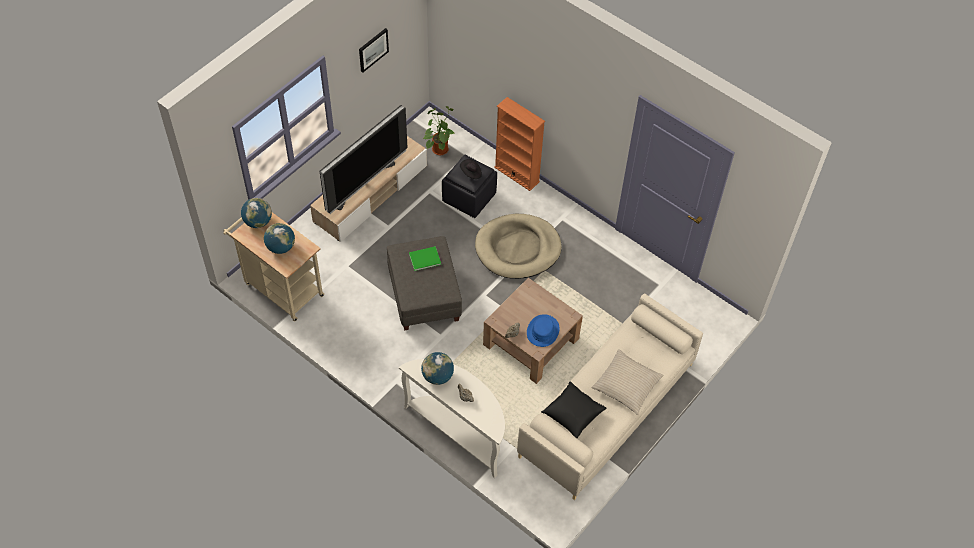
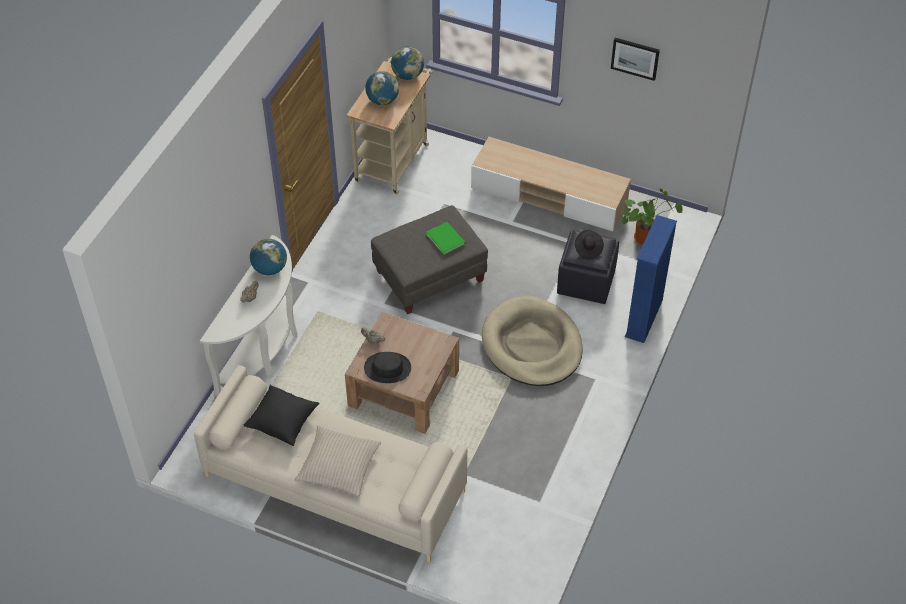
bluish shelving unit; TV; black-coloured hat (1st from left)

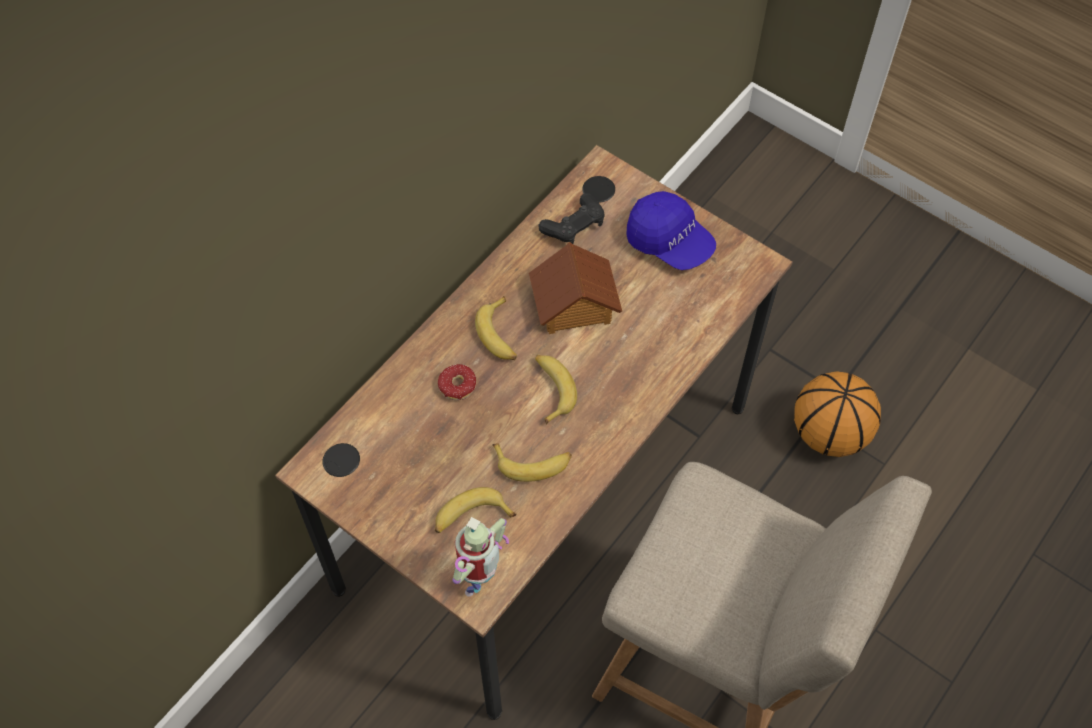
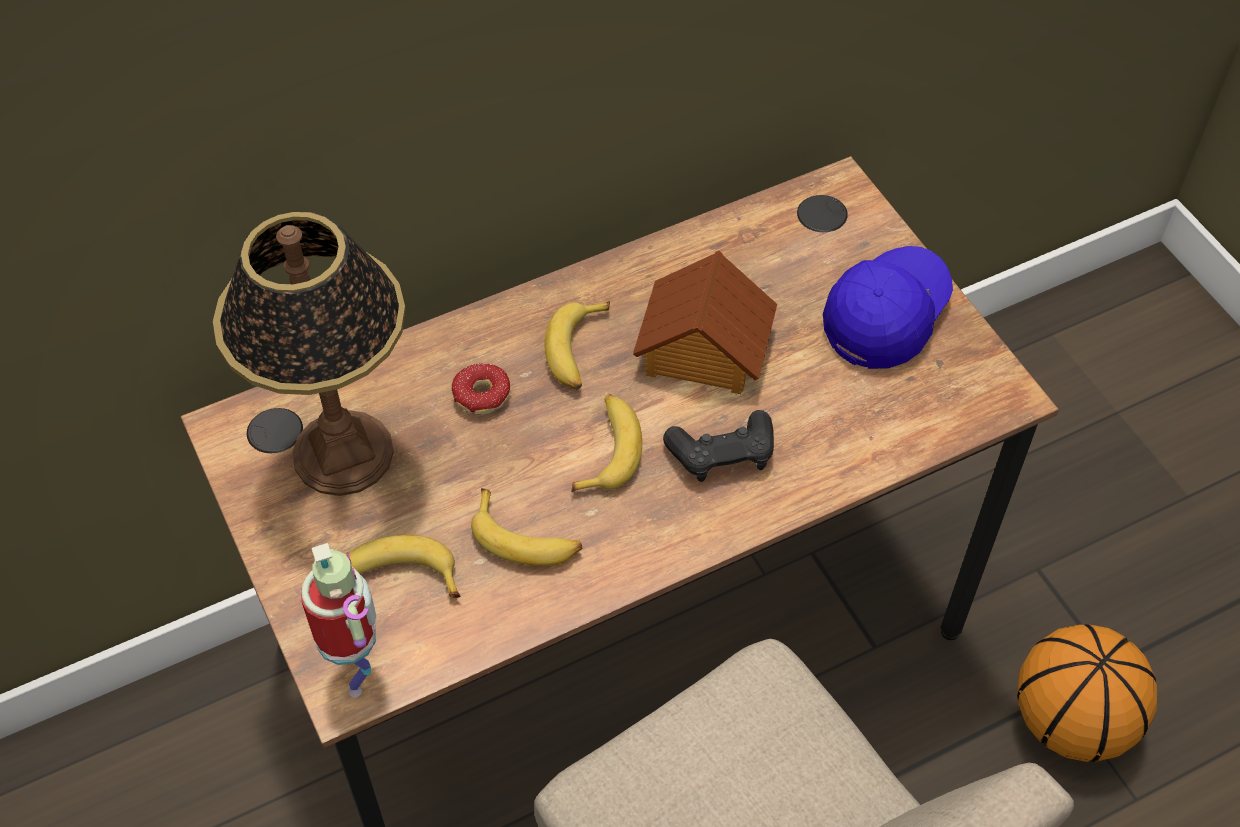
bluish peaked cap; black-coloured gamepad; robot figure; tabletop lamp

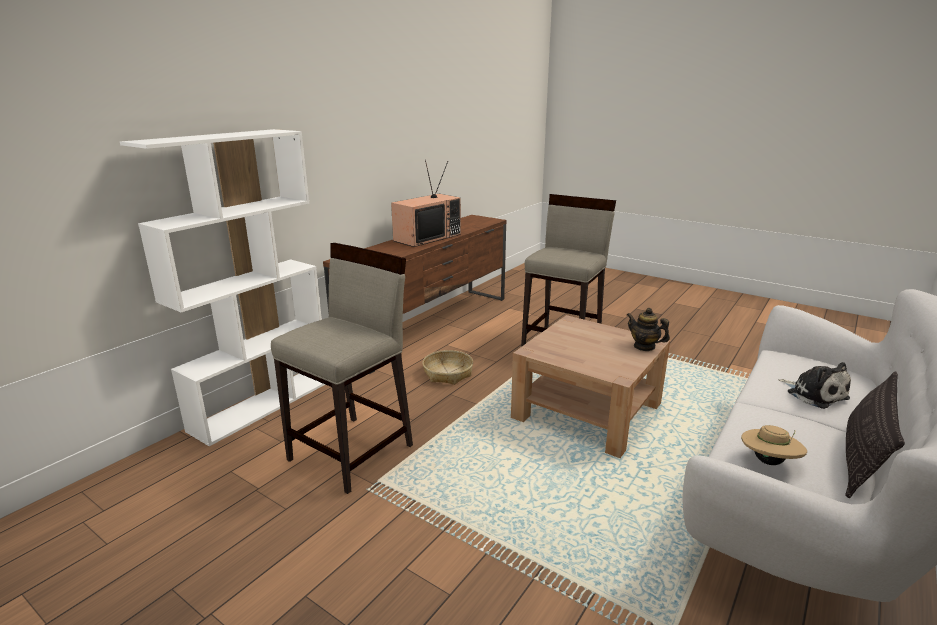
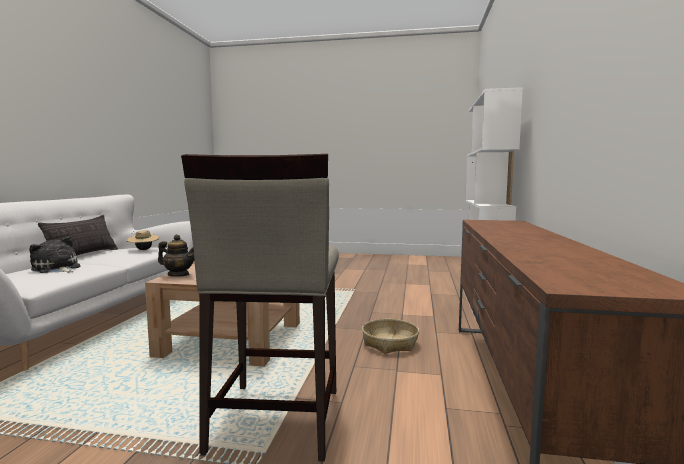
TV; sand-coloured stool (1st from left in the first image)

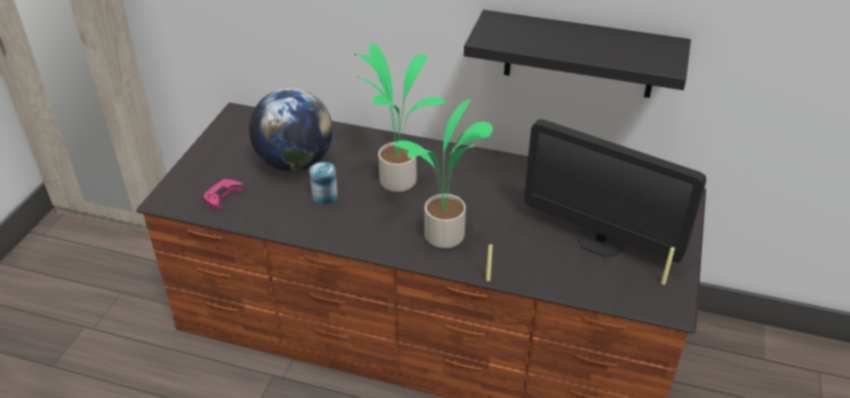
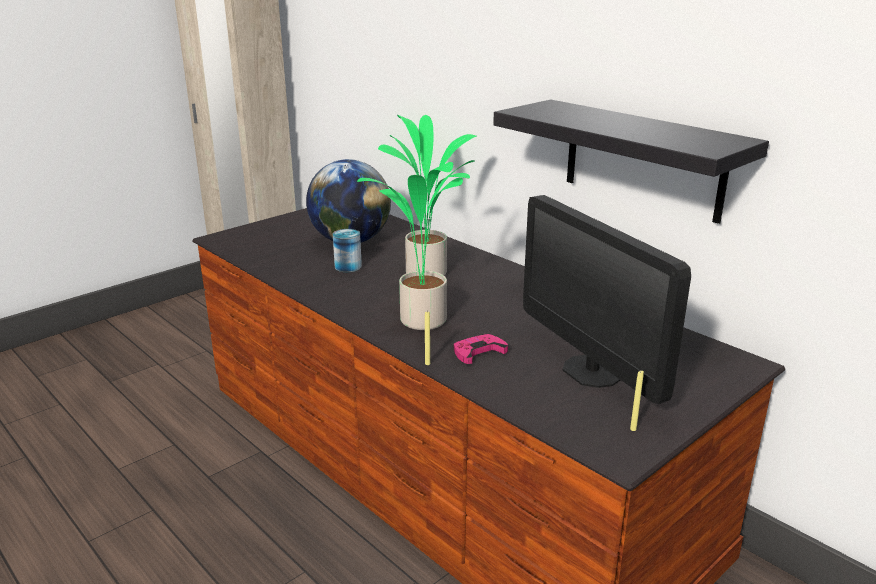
pink gamepad

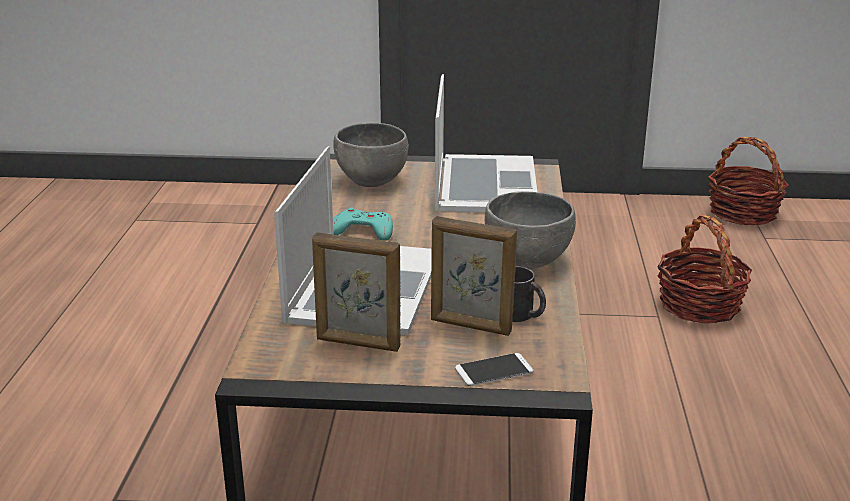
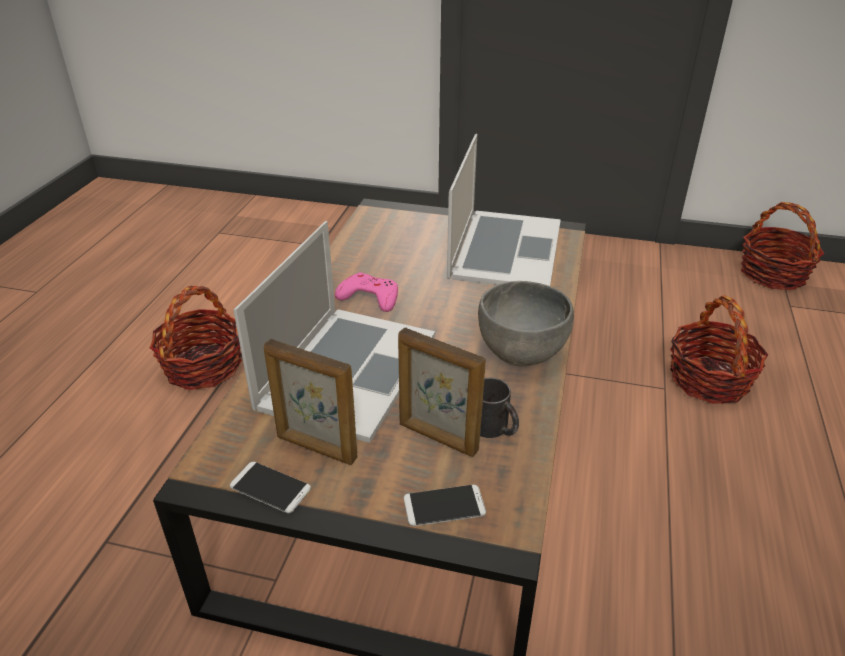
greyish serving bowl (1st from left in the first image); pink gamepad; household basket (1st from left); telephone (1st from left)

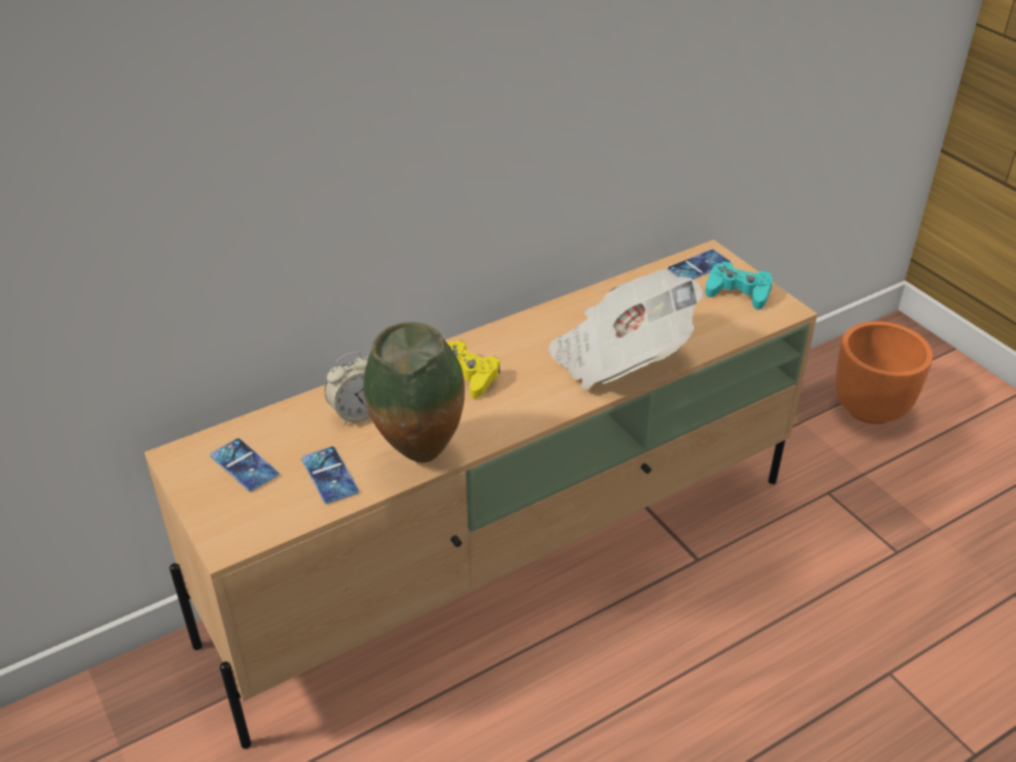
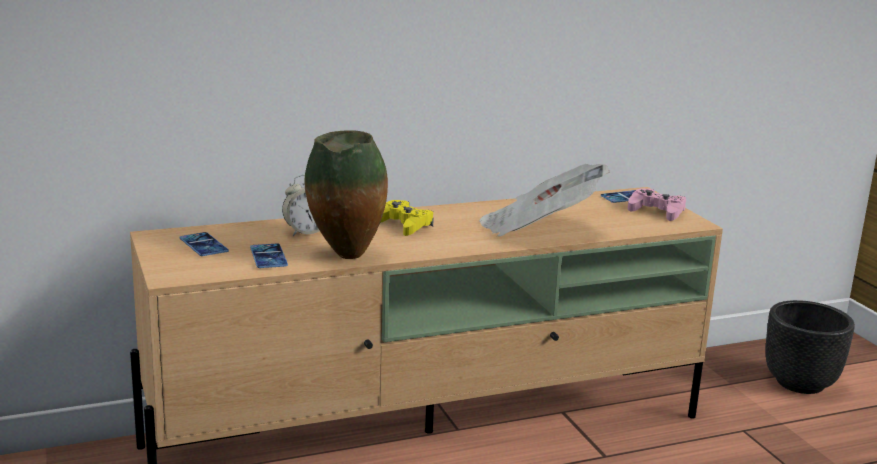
pink gamepad; black-coloured plant pot

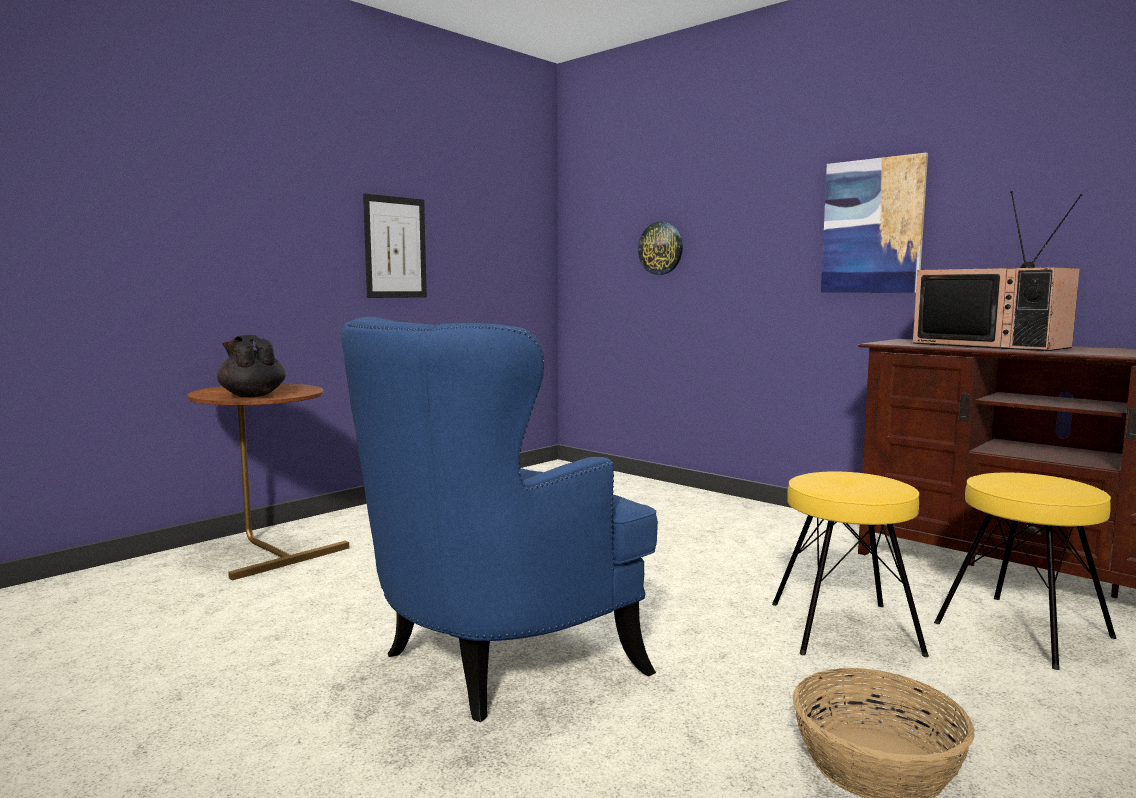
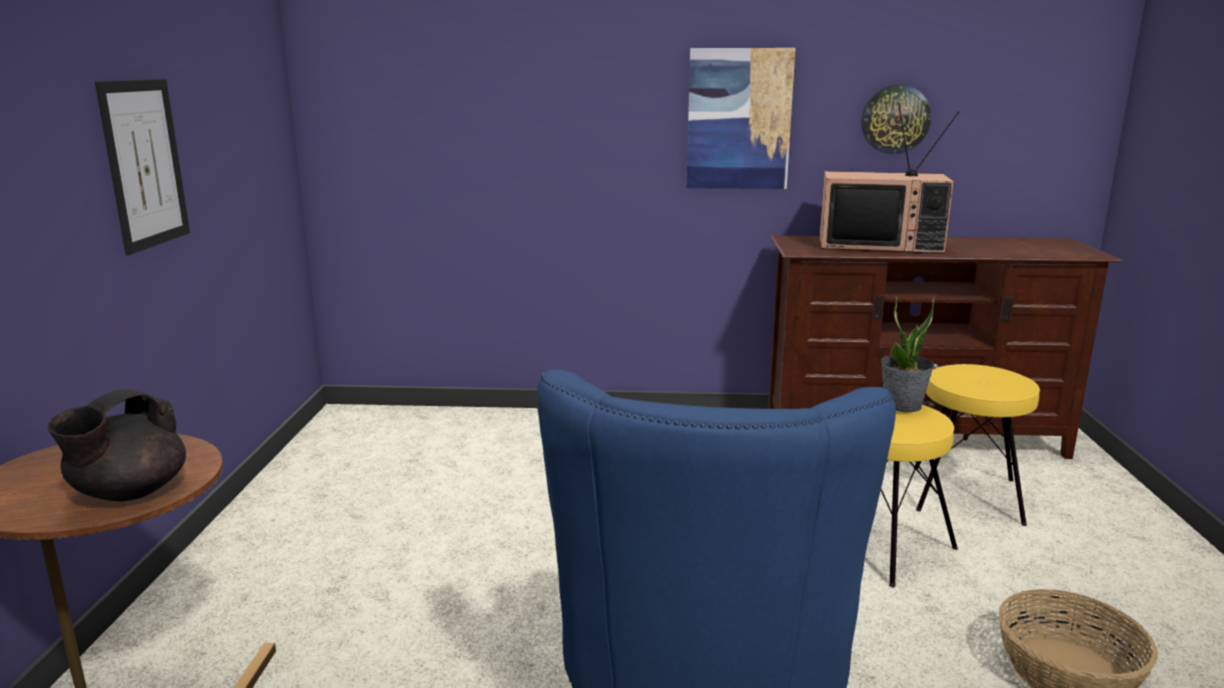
wall clock; black-coloured pot for tea; houseplant

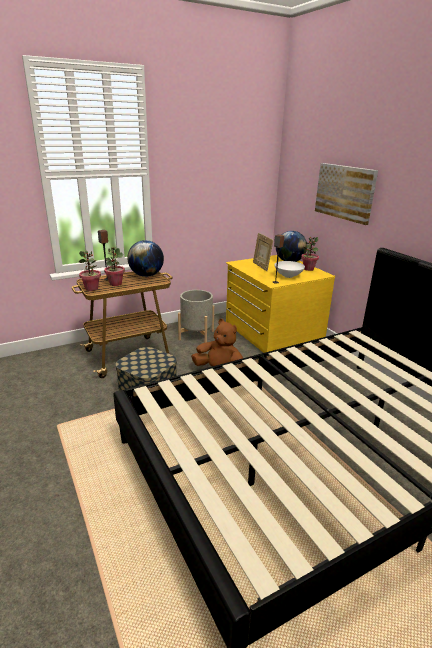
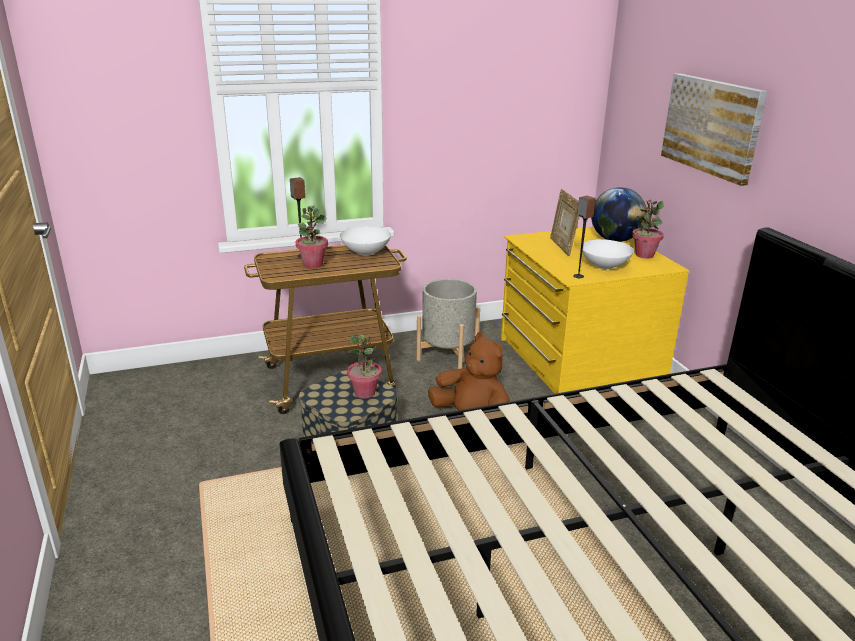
white-coloured serving bowl (1st from left); houseplant (2nd from left)

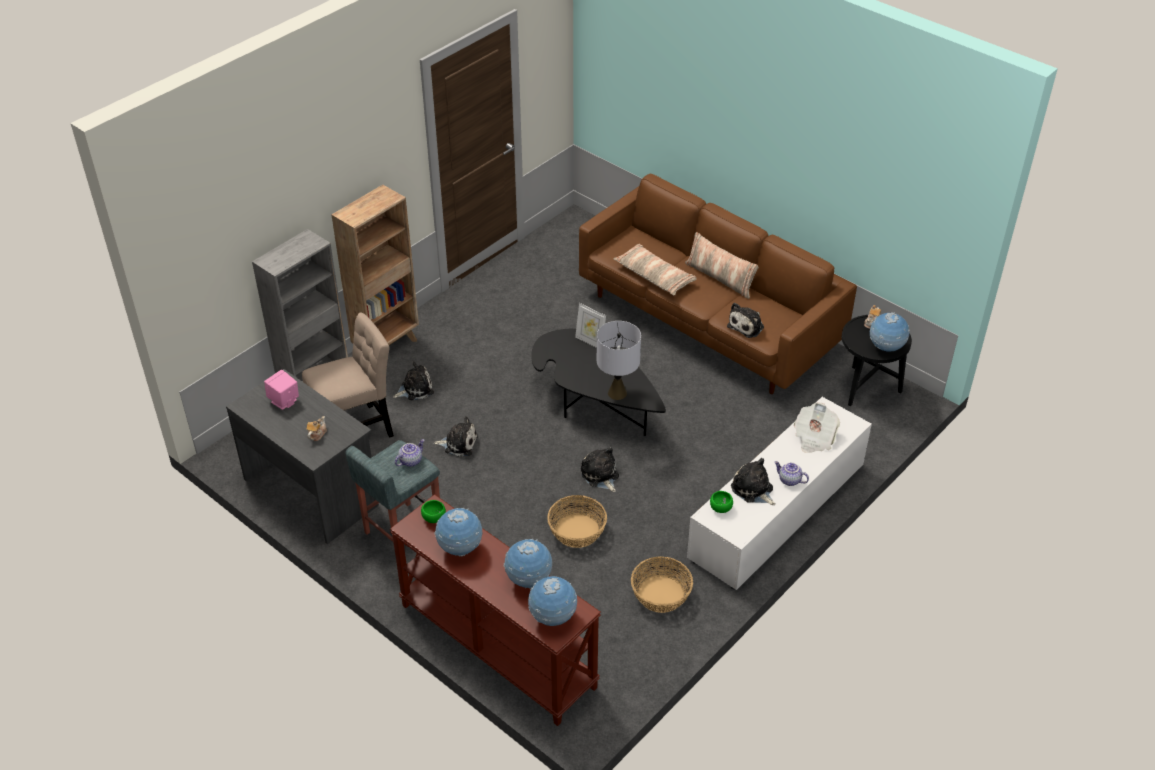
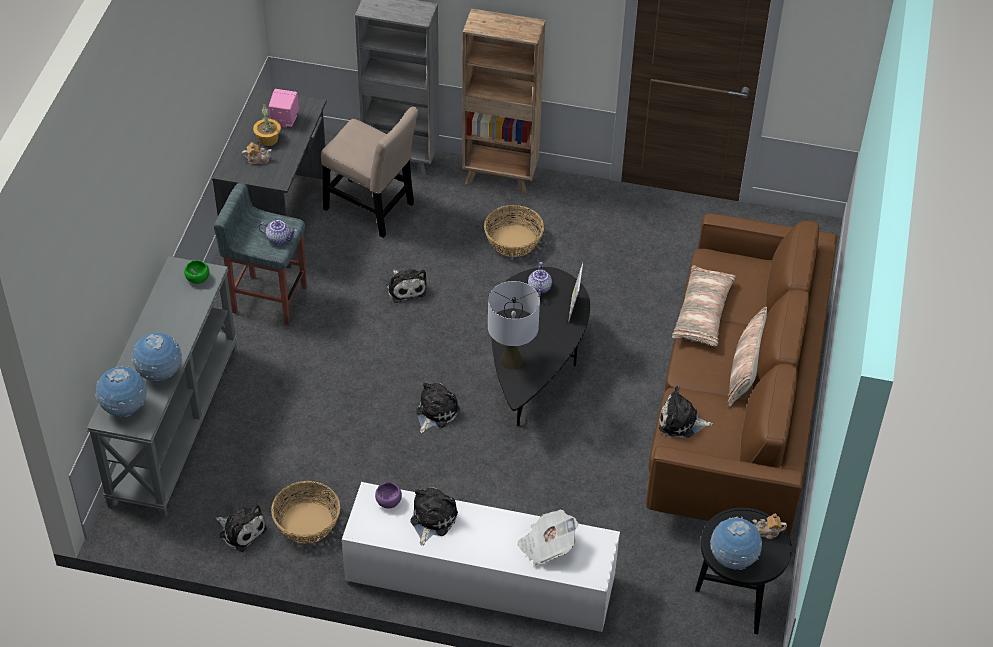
soft toy (1st from left); pot for tea (3rd from left); purple-coloured serving bowl; greyish narrow table; household basket (2nd from left); world globe (1st from left in the first image); houseplant

